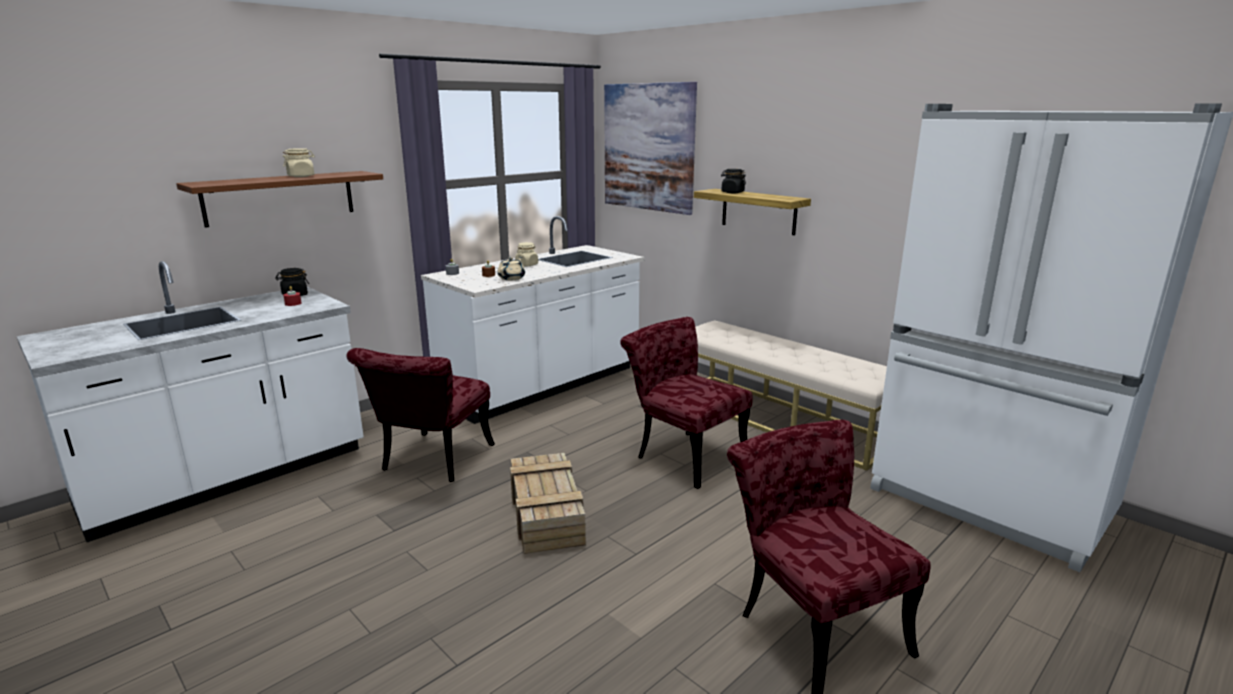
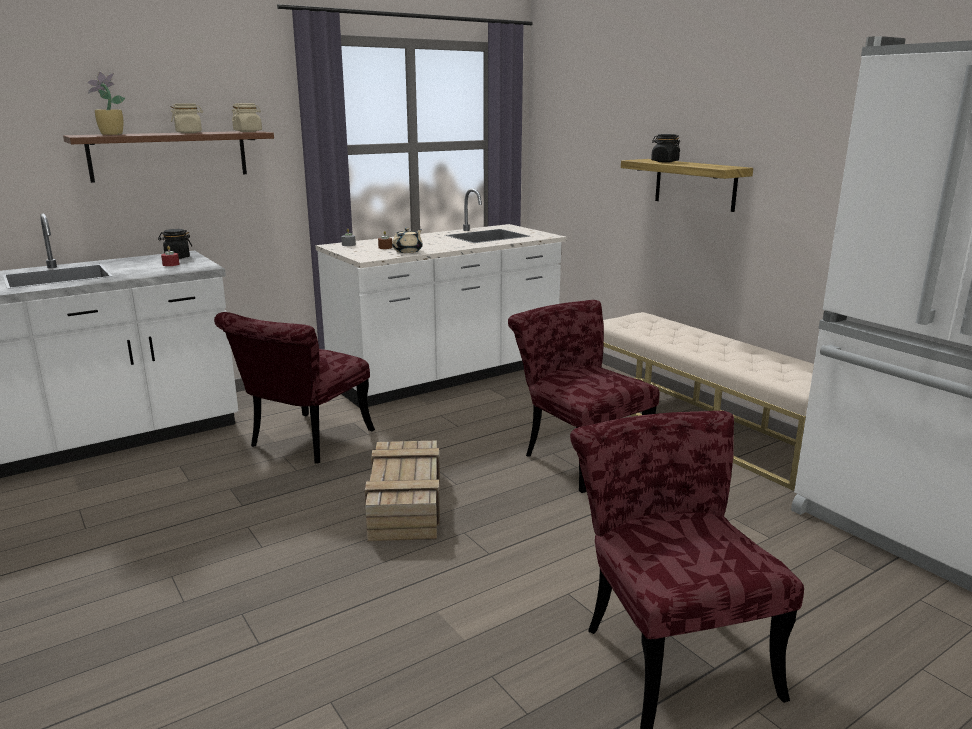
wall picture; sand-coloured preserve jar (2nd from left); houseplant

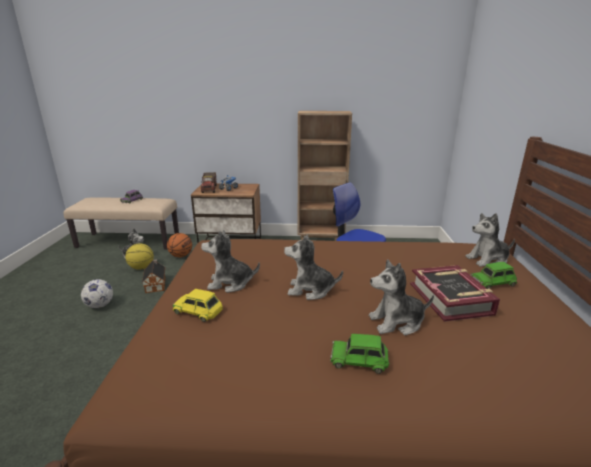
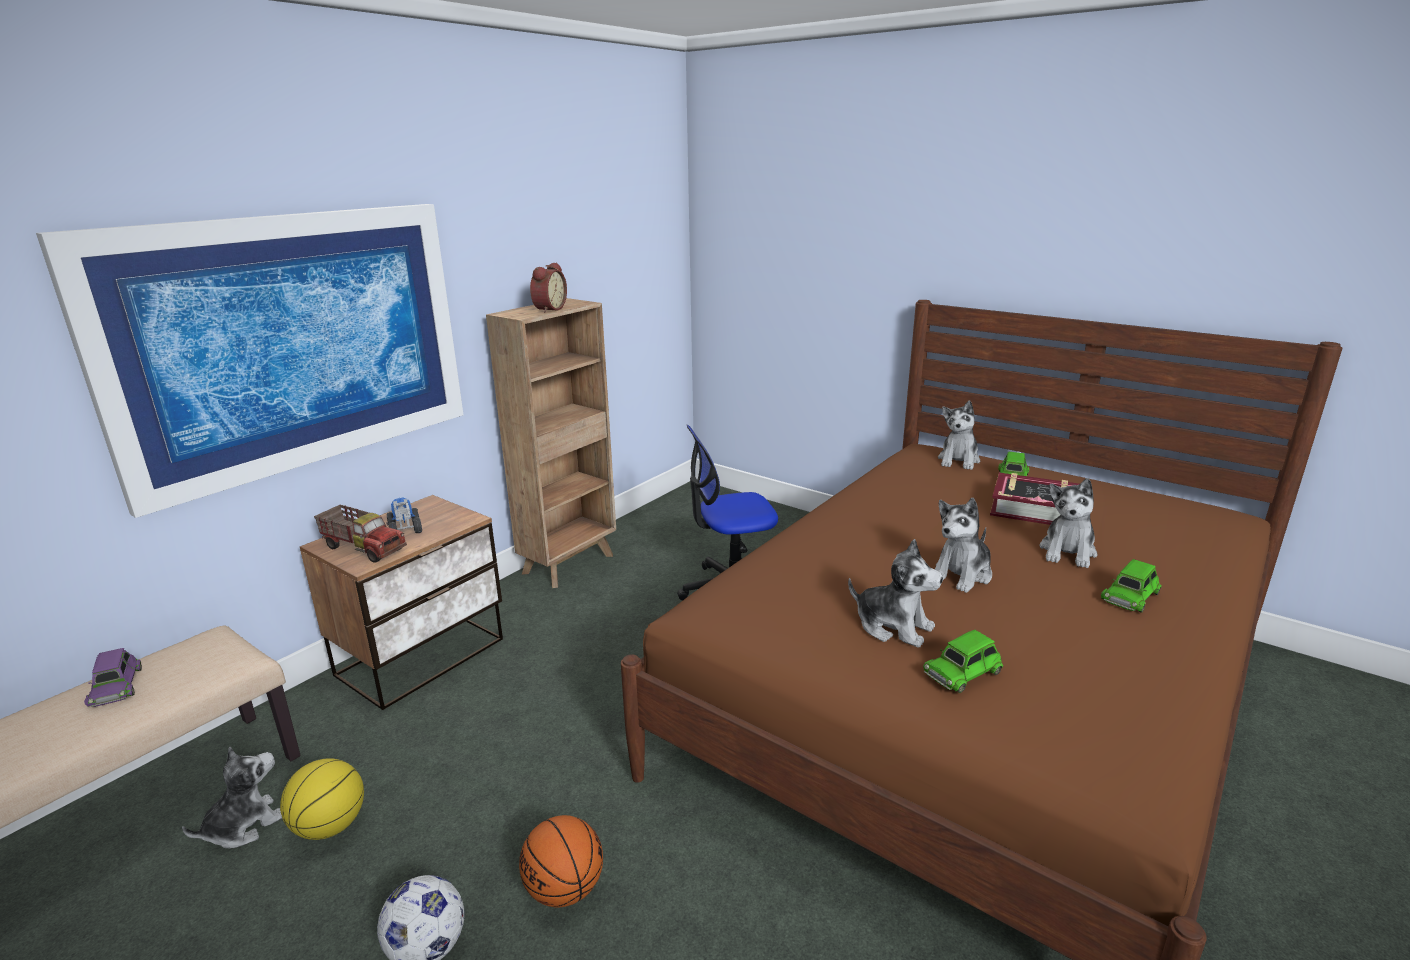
soft toy (2nd from left); ball for basketball (2nd from left); model house; green-coloured toy car (1st from left); wall picture; alarm clock

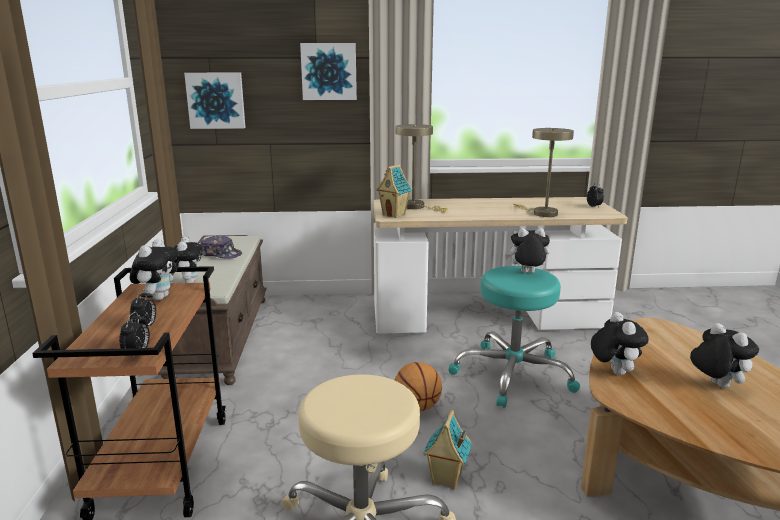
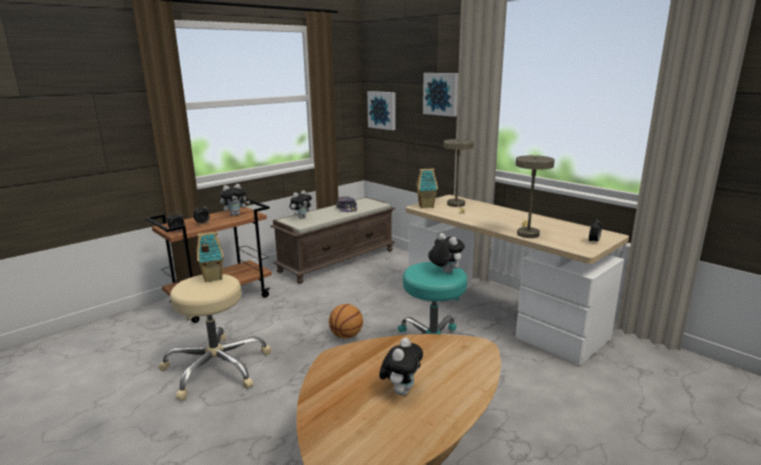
soft toy (4th from left in the first image); model house (1st from left)

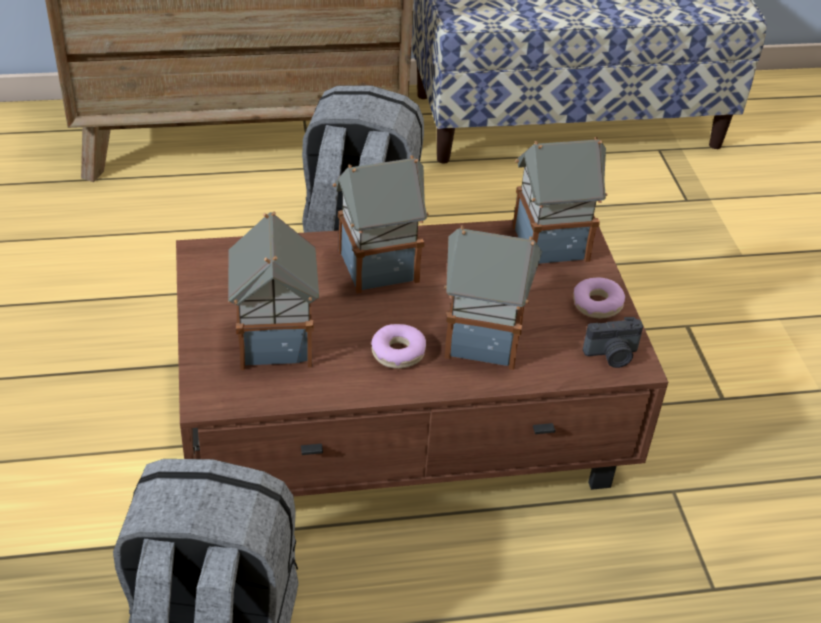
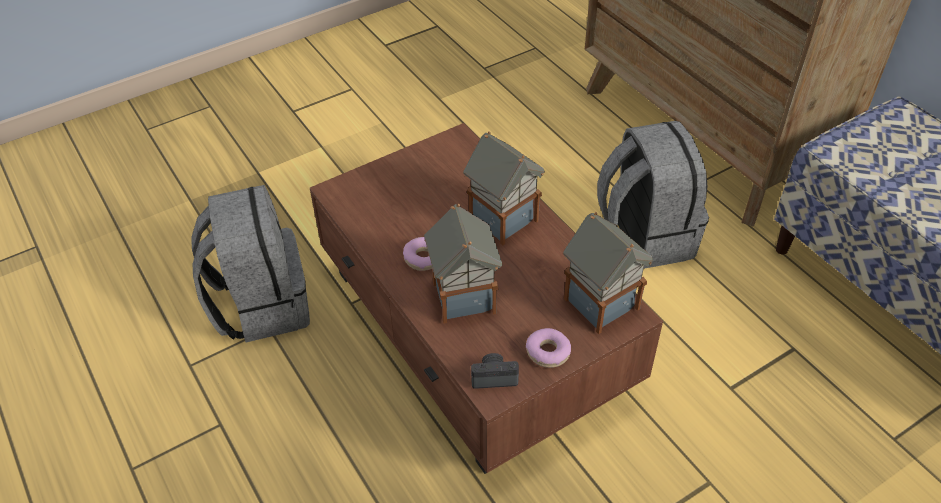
model house (1st from left in the first image); photo camera

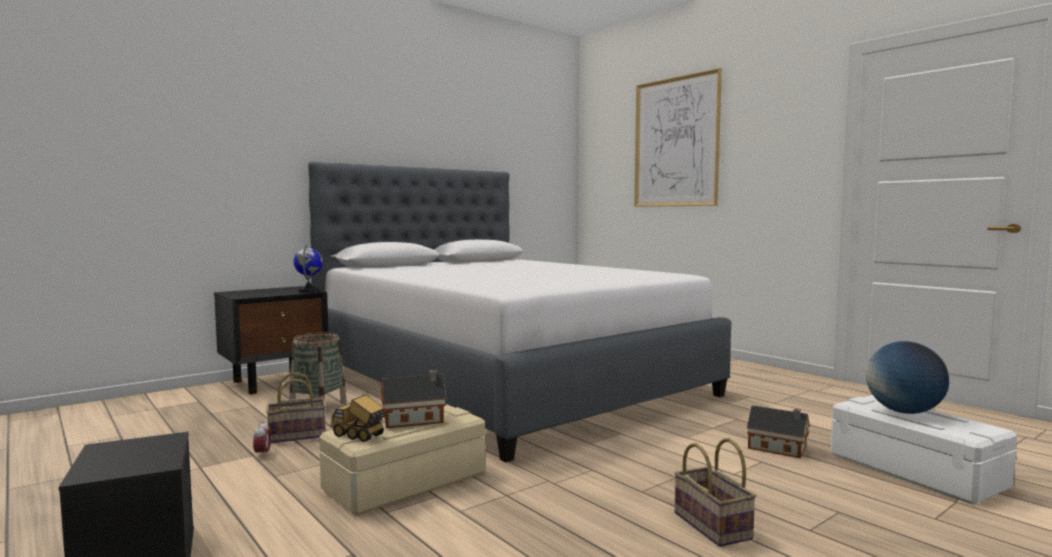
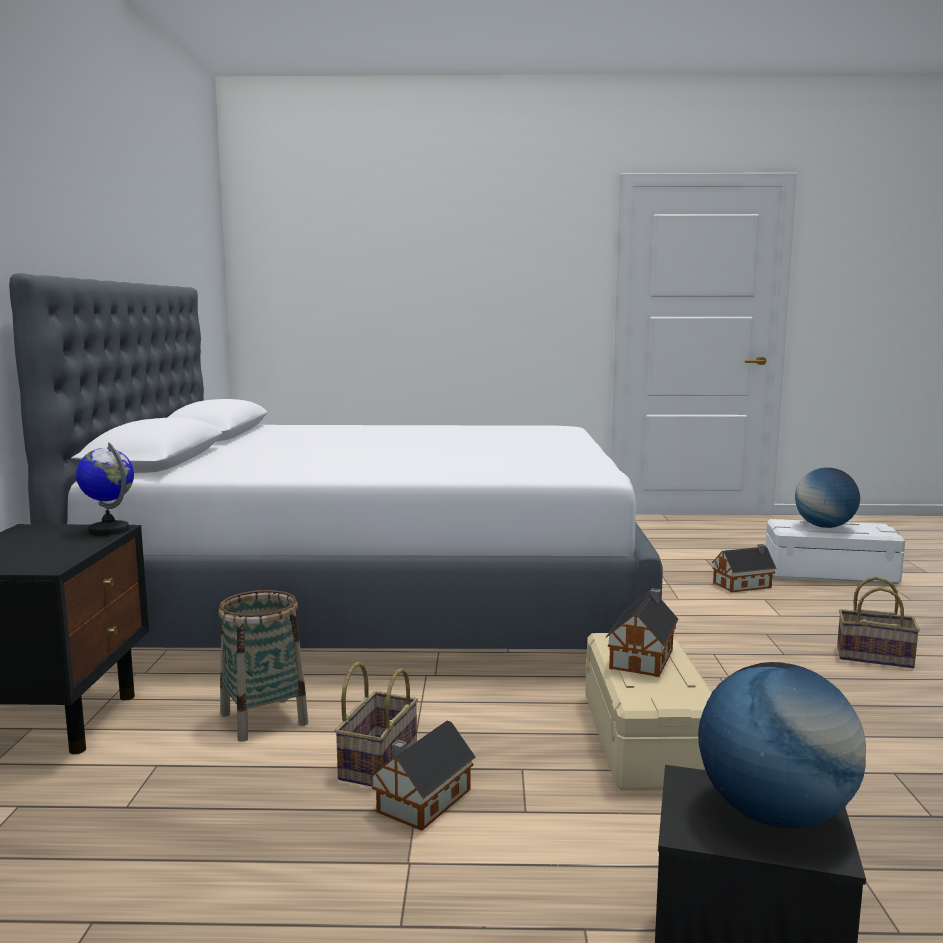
wall picture; model truck; model house (1st from left); world globe (2nd from left)

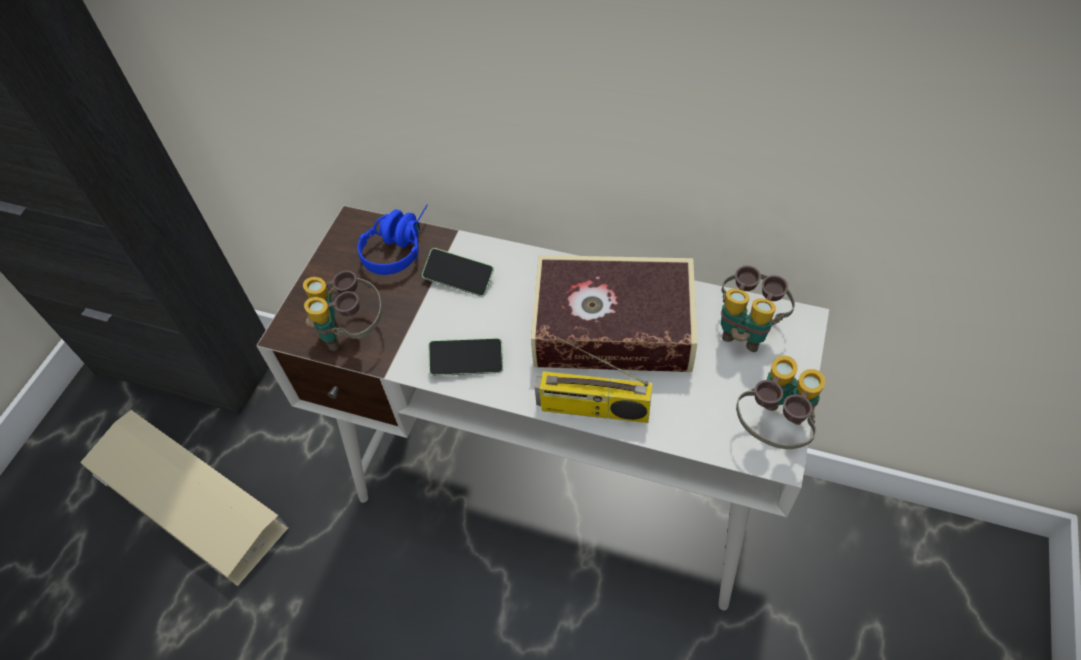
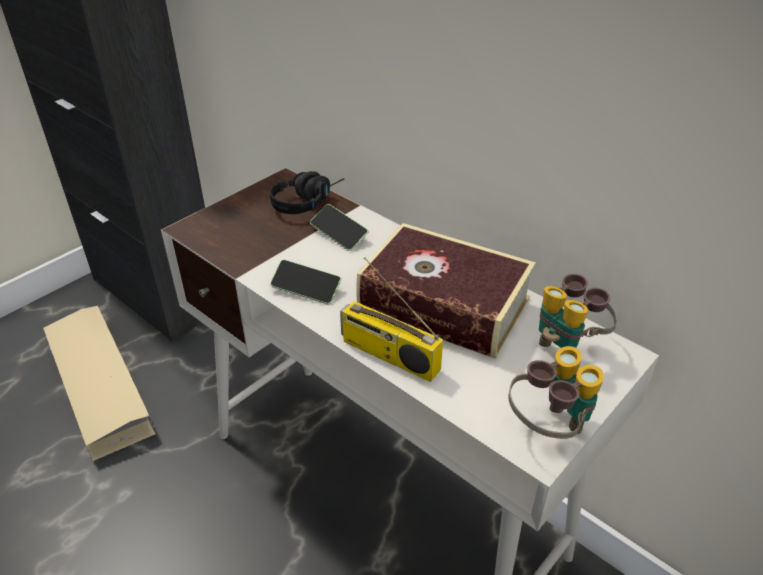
black-coloured headphones; pair of binoculars (1st from left in the first image)

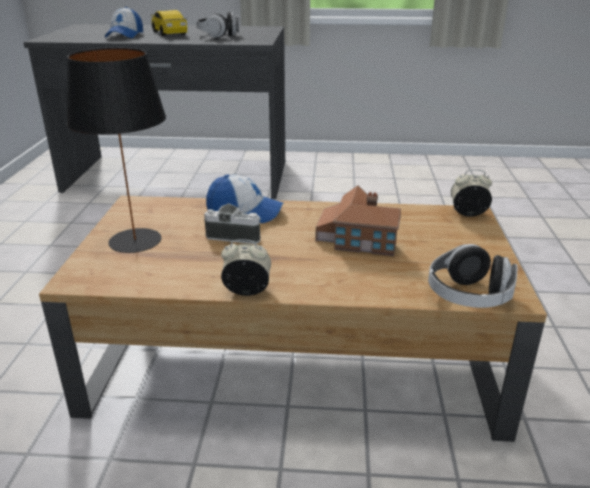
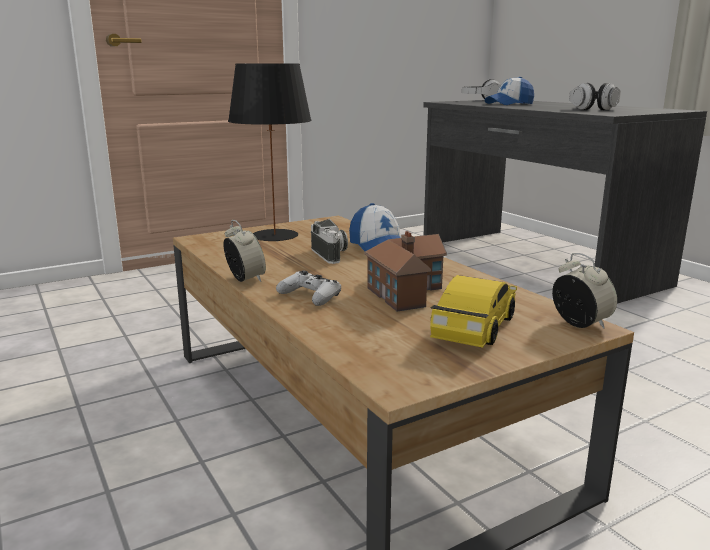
toy car; headphones (1st from left); white-coloured gamepad

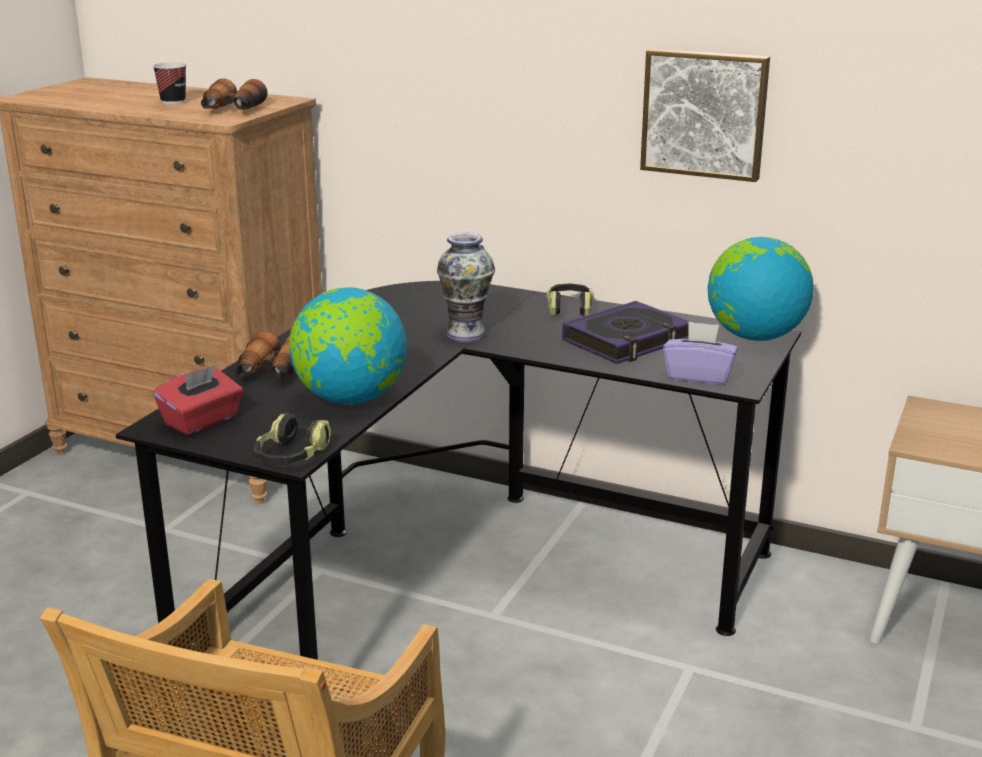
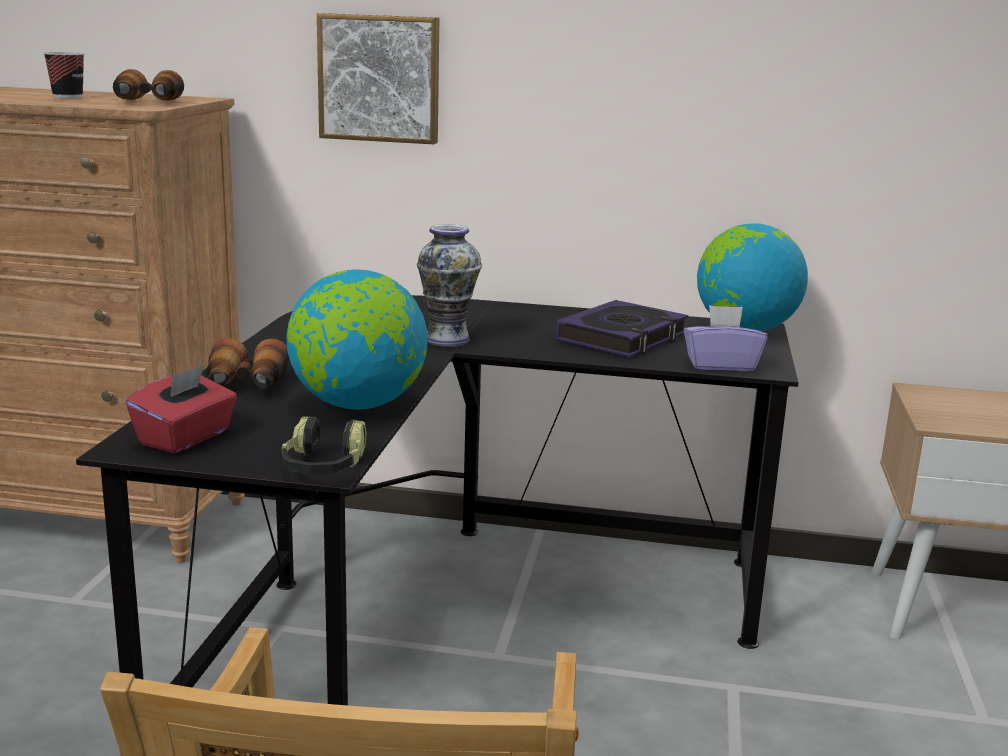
wall picture; headphones (2nd from left in the first image)

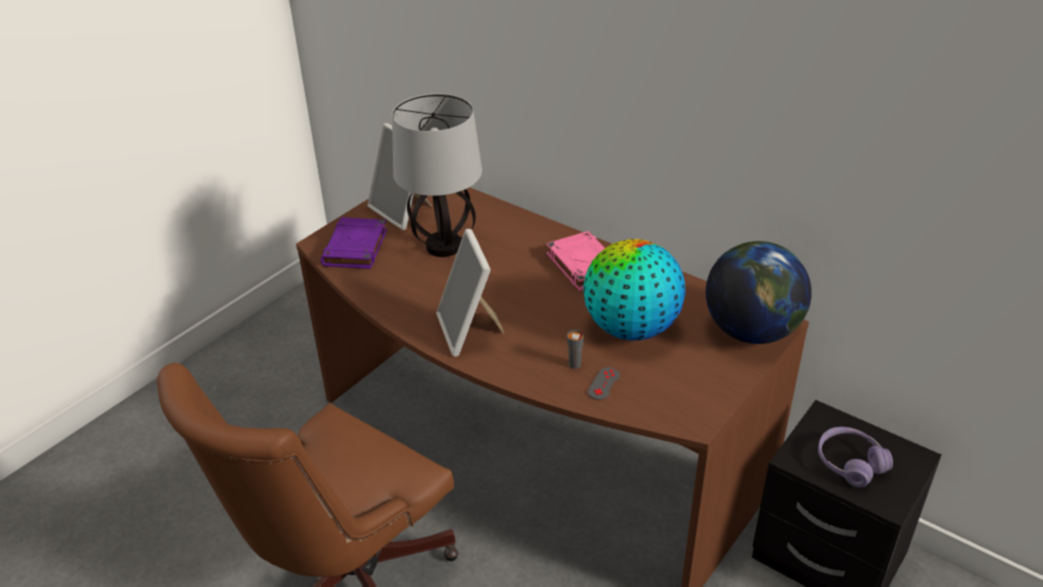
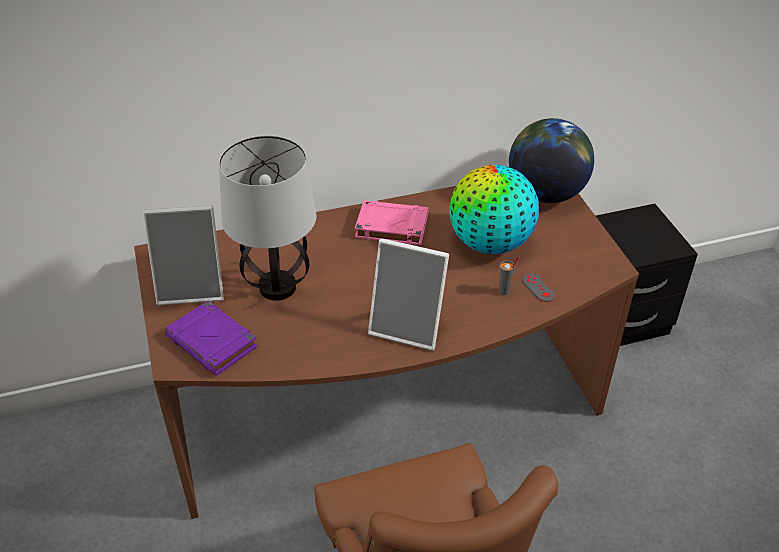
purple-coloured headphones

